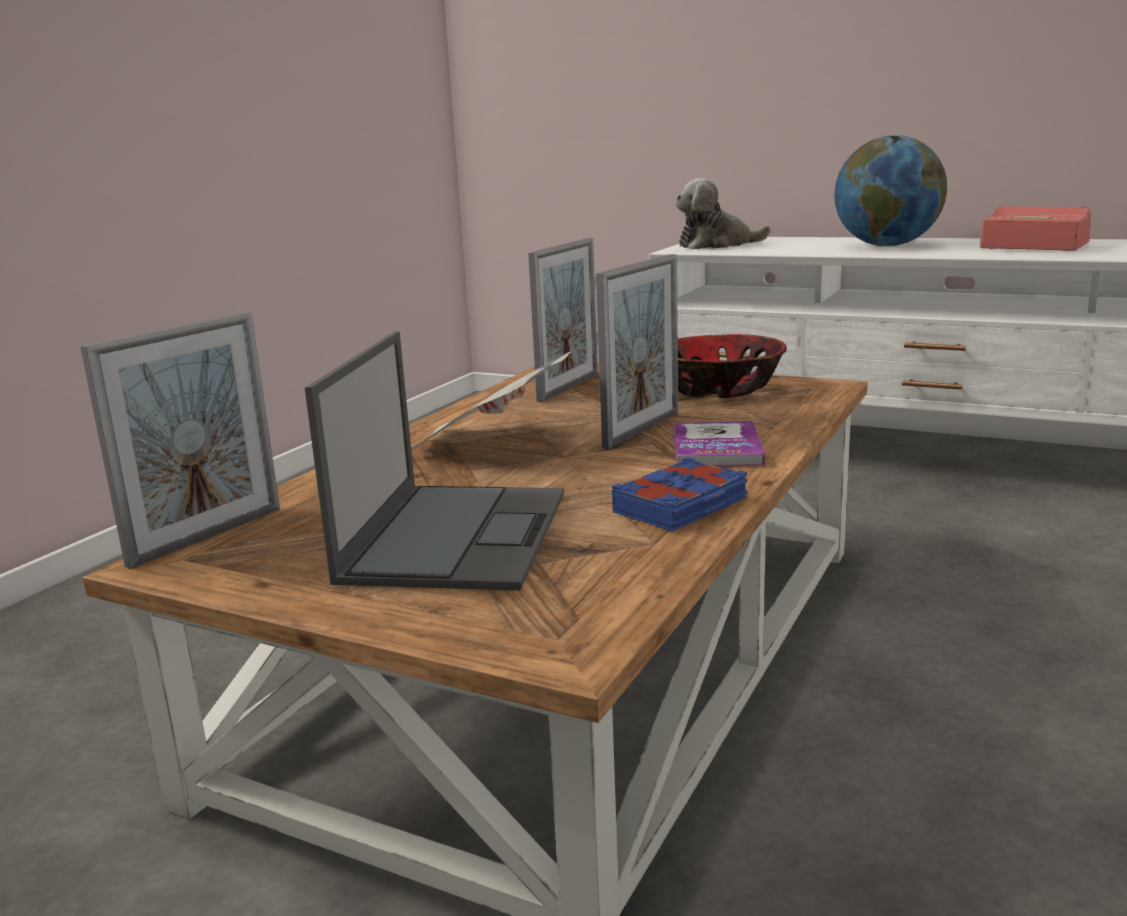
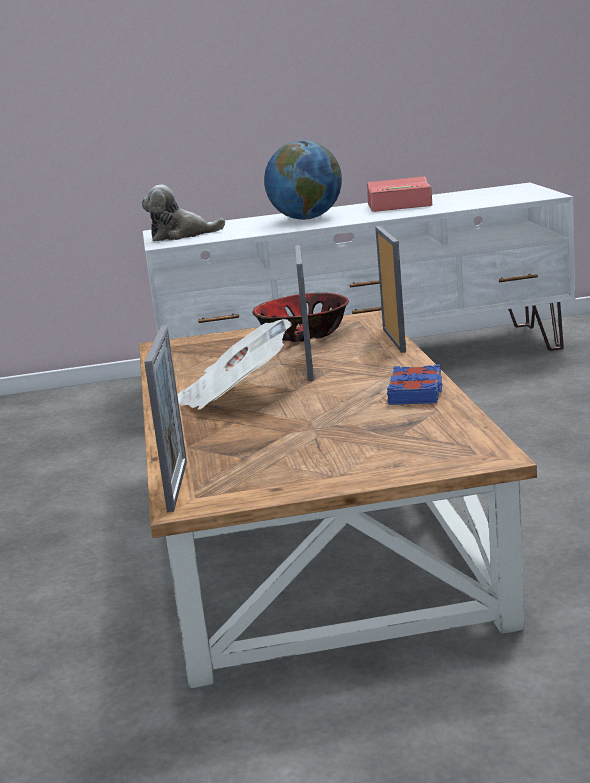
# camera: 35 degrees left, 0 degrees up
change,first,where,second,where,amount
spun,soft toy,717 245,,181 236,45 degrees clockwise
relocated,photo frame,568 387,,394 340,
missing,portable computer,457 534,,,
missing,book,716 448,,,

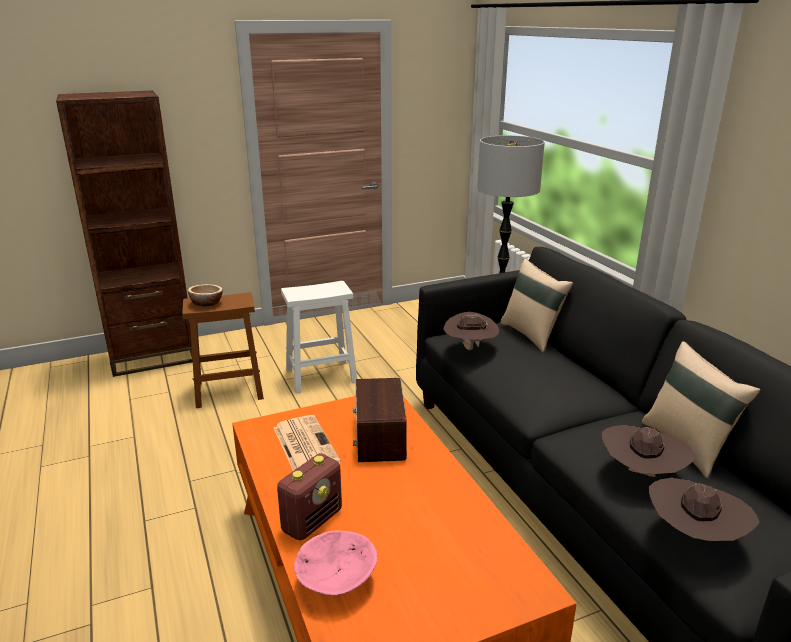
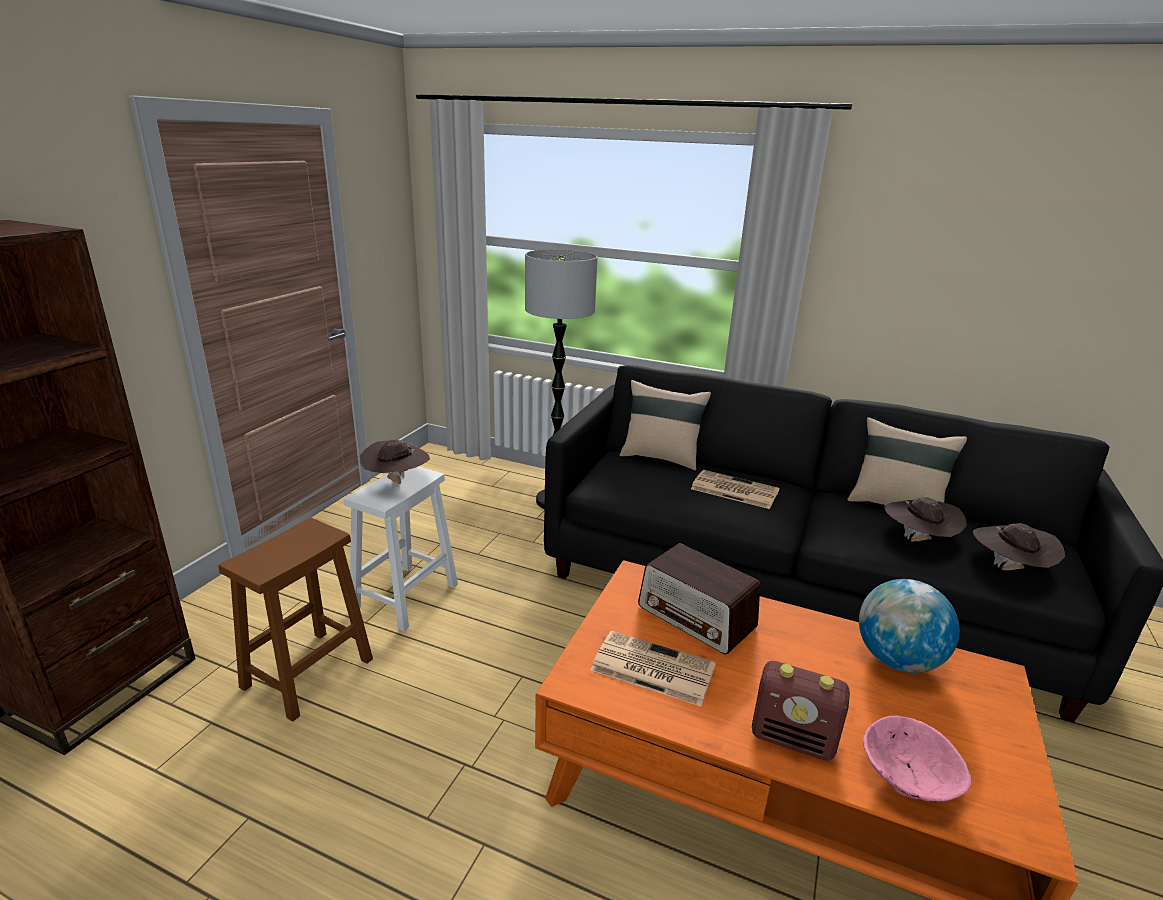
# camera: 45 degrees left, 0 degrees up
change,first,where,second,where,amount
missing,deep dish,206 303,,,
relocated,brownish clothing hat,470 348,,397 482,
spun,radio,312 520,,793 739,120 degrees clockwise
appeared,,,printed paper,733 490,
appeared,,,desk globe,897 660,

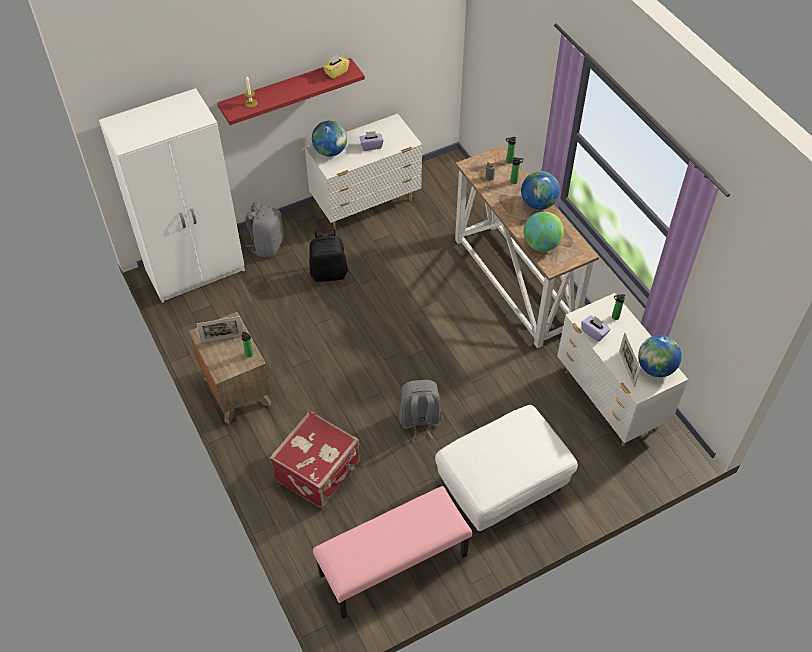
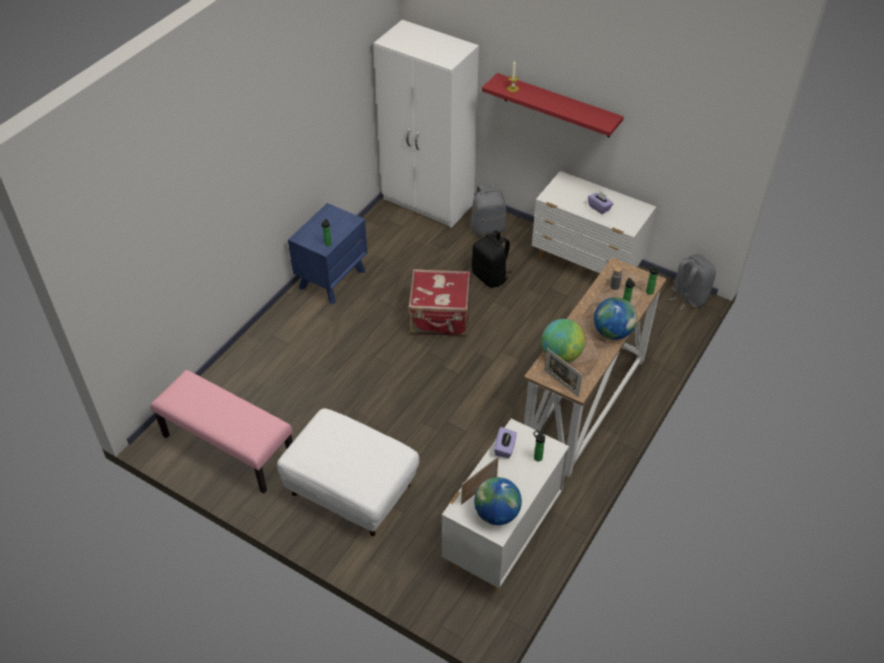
# camera: 60 degrees right, 5 degrees down
change,first,where,second,where,amount
missing,yellowish tissue holder,336 72,,,
missing,desk globe,330 151,,,
colour,brownish night table,236 390,blue-coloured night table,332 278,
relocated,photo frame,222 338,,561 383,
relocated,greyish knapsack,419 421,,688 297,
relocated,reddish travel case,319 472,,440 318,

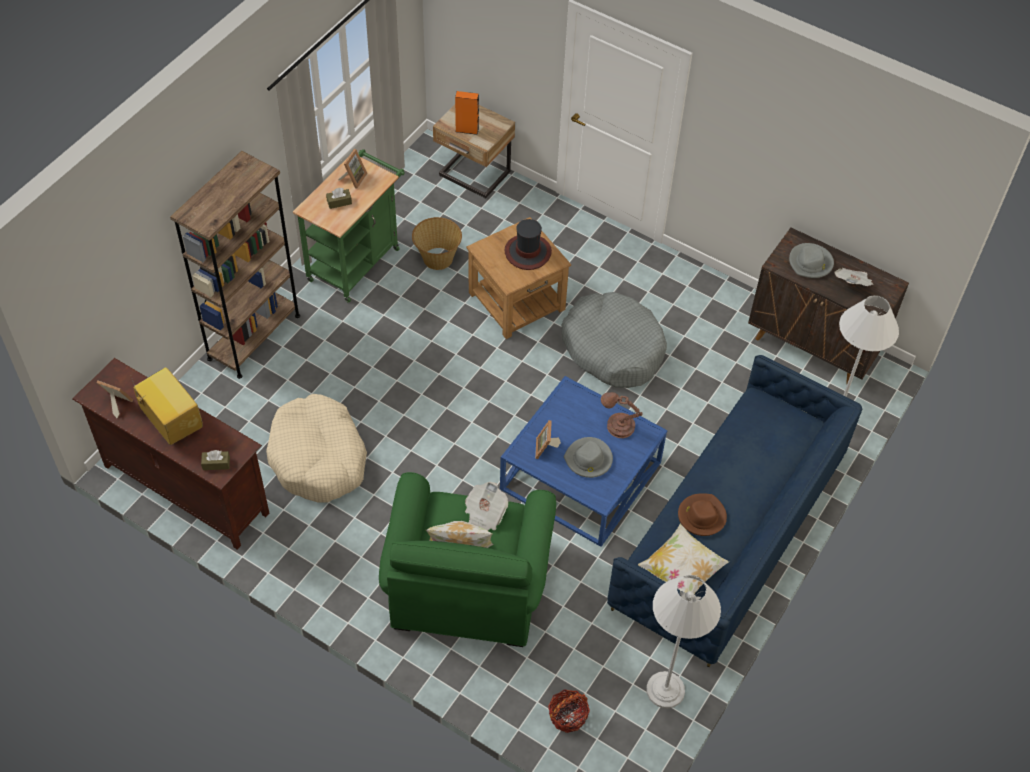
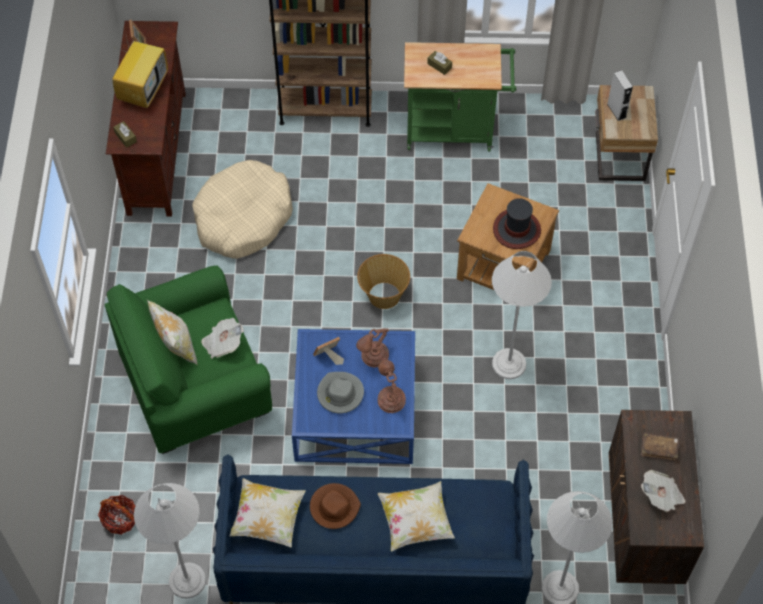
# camera: 60 degrees right, 5 degrees up
change,first,where,second,where,amount
colour,orangey speaker,467 130,greyish speaker,616 111,
missing,photo frame,353 178,,,
relocated,household basket,437 259,,383 295,
exchanged,greyish clothing hat,810 263,brownish book,659 448,
exchanged,greyish dog cushion,613 348,white standing lamp,509 364,
appeared,,,brownish lamp for a table,373 357,
appeared,,,throw pillow,415 522,

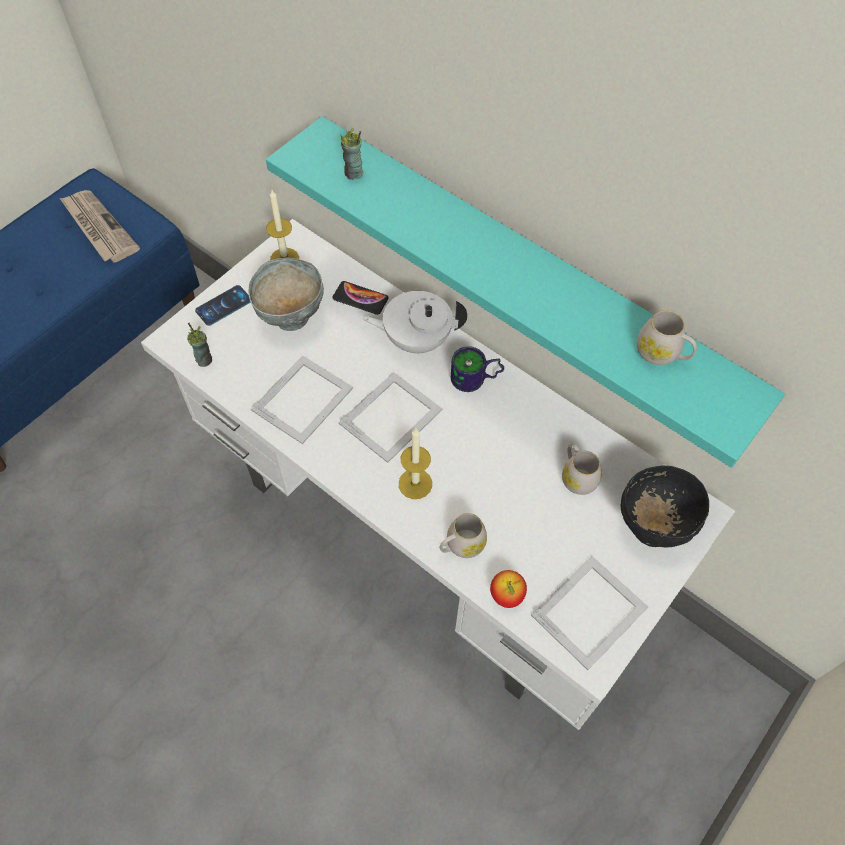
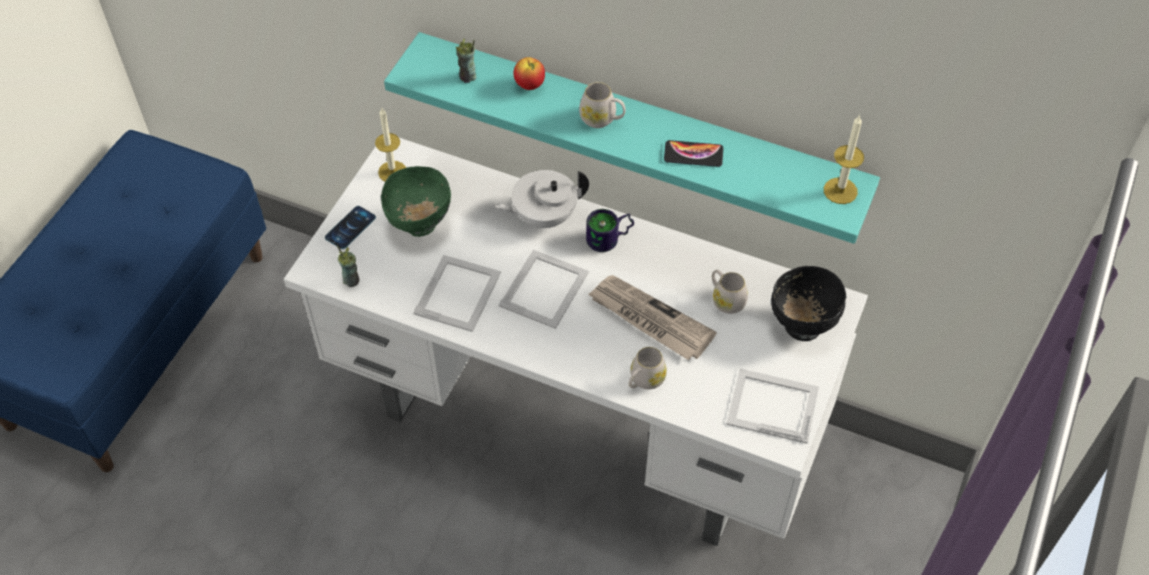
# camera: 15 degrees left, 5 degrees down
change,first,where,second,where,amount
relocated,printed paper,98 228,,649 319,
colour,greyish deep dish,291 318,green-coloured deep dish,420 224,
relocated,telephone,360 298,,693 154,
relocated,white mug,662 354,,602 119,
relocated,wax candle,415 483,,840 191,
spun,photo frame,591 611,,771 405,105 degrees counterclockwise
relocated,apple fruit,506 595,,529 85,

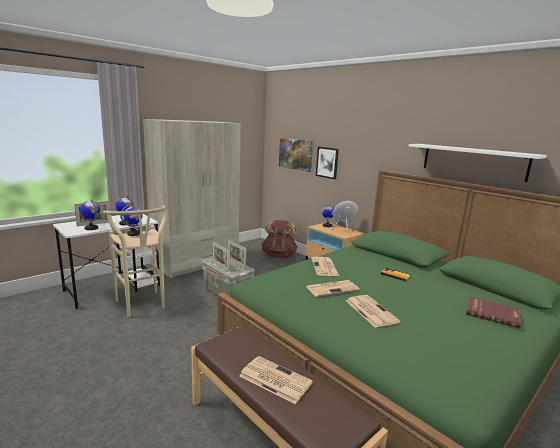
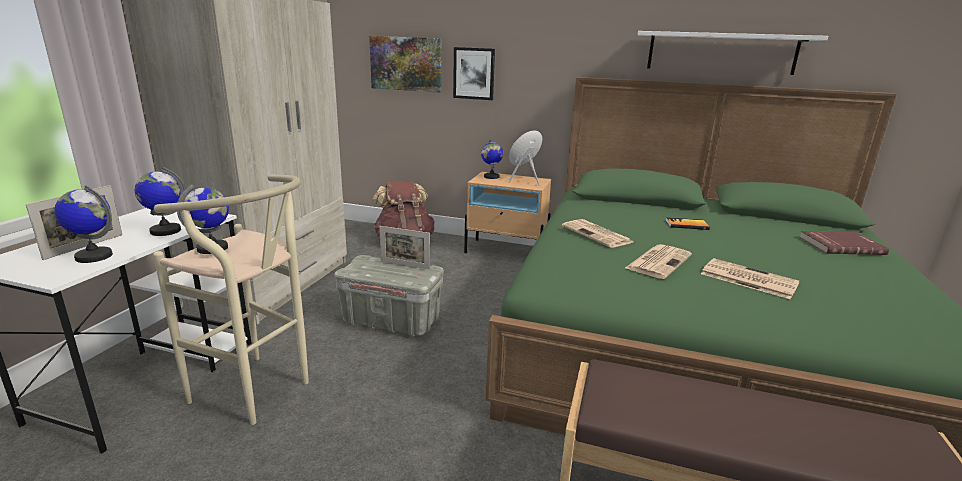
# camera: 30 degrees left, 5 degrees up
change,first,where,second,where,amount
missing,photo frame,220 266,,,
missing,printed paper,274 379,,,

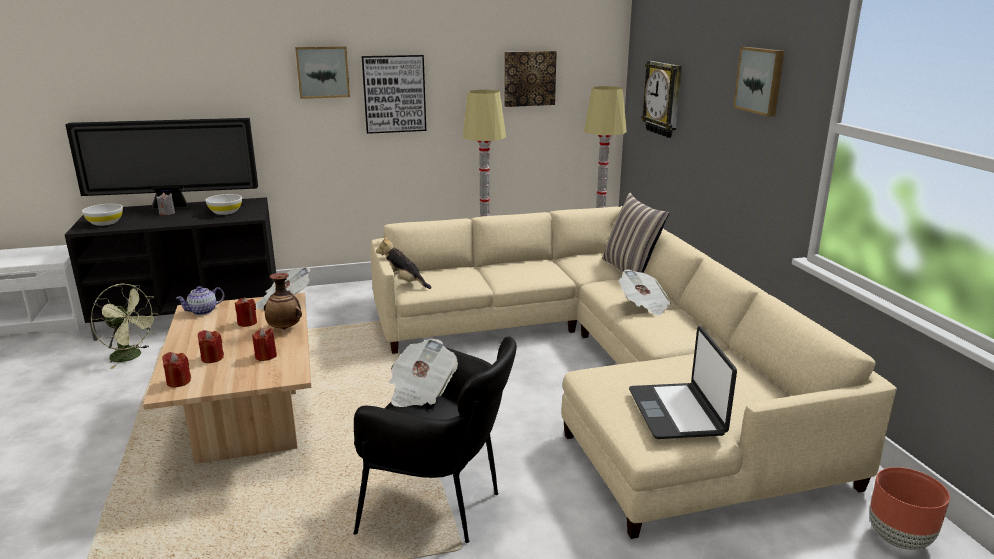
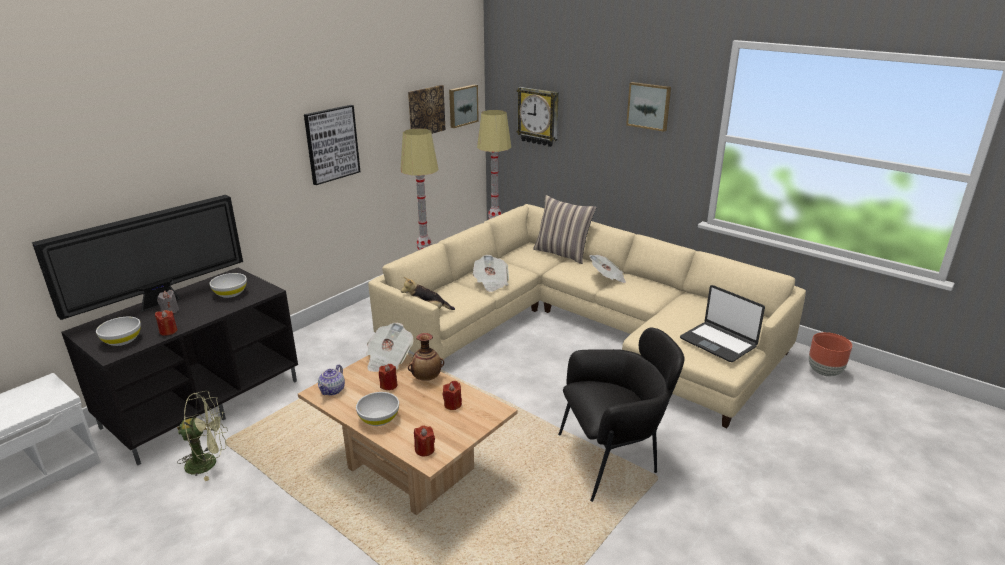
# camera: 35 degrees left, 5 degrees up
change,first,where,second,where,amount
relocated,picture,322 72,,462 105,
relocated,reddish wax candle,212 358,,168 331,
relocated,printed paper,421 391,,491 283,
appeared,,,white deep dish,379 419,

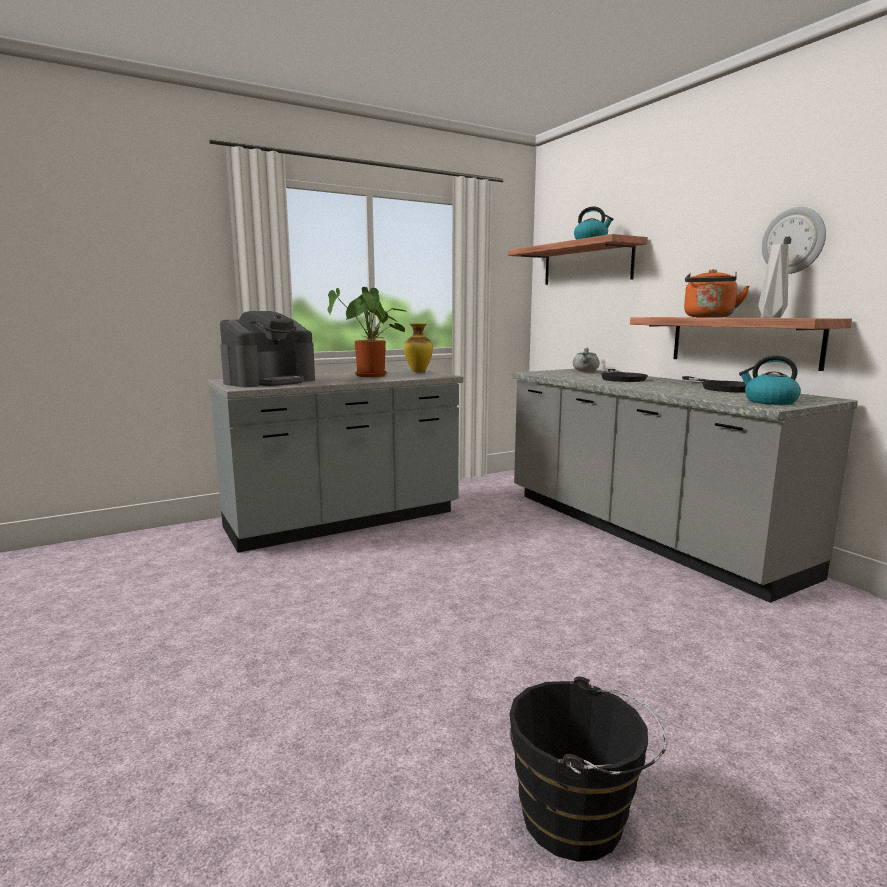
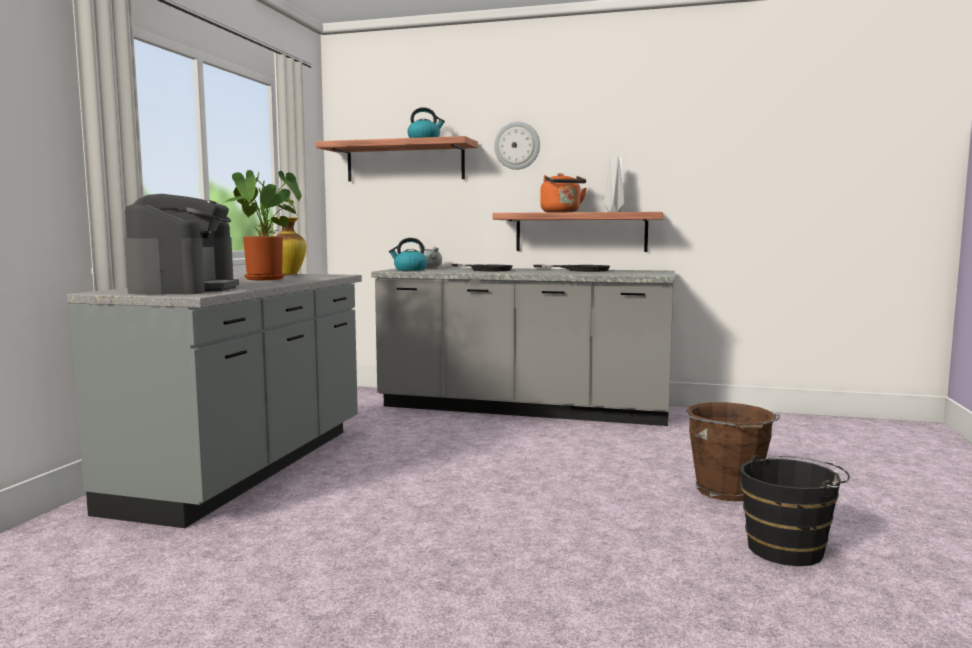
# camera: 45 degrees left, 5 degrees down
change,first,where,second,where,amount
relocated,clock on the wall,793 241,,517 145,
relocated,kettle,769 402,,410 270,
appeared,,,brownish water bucket,727 491,

